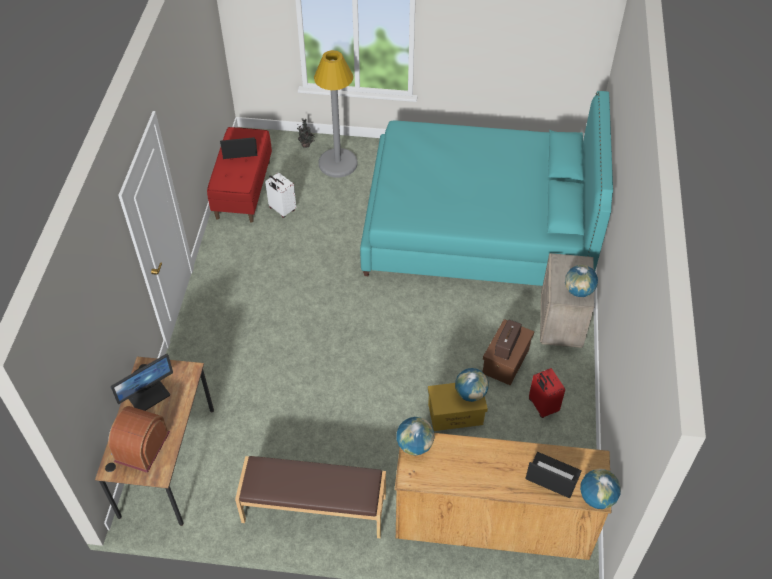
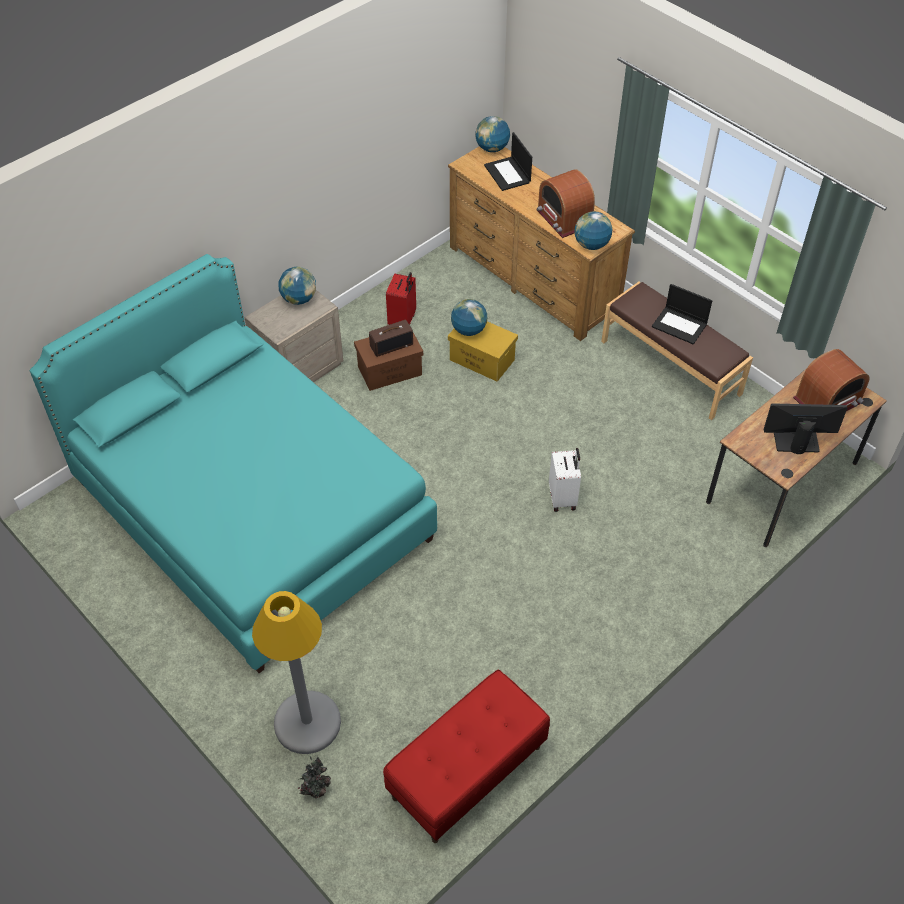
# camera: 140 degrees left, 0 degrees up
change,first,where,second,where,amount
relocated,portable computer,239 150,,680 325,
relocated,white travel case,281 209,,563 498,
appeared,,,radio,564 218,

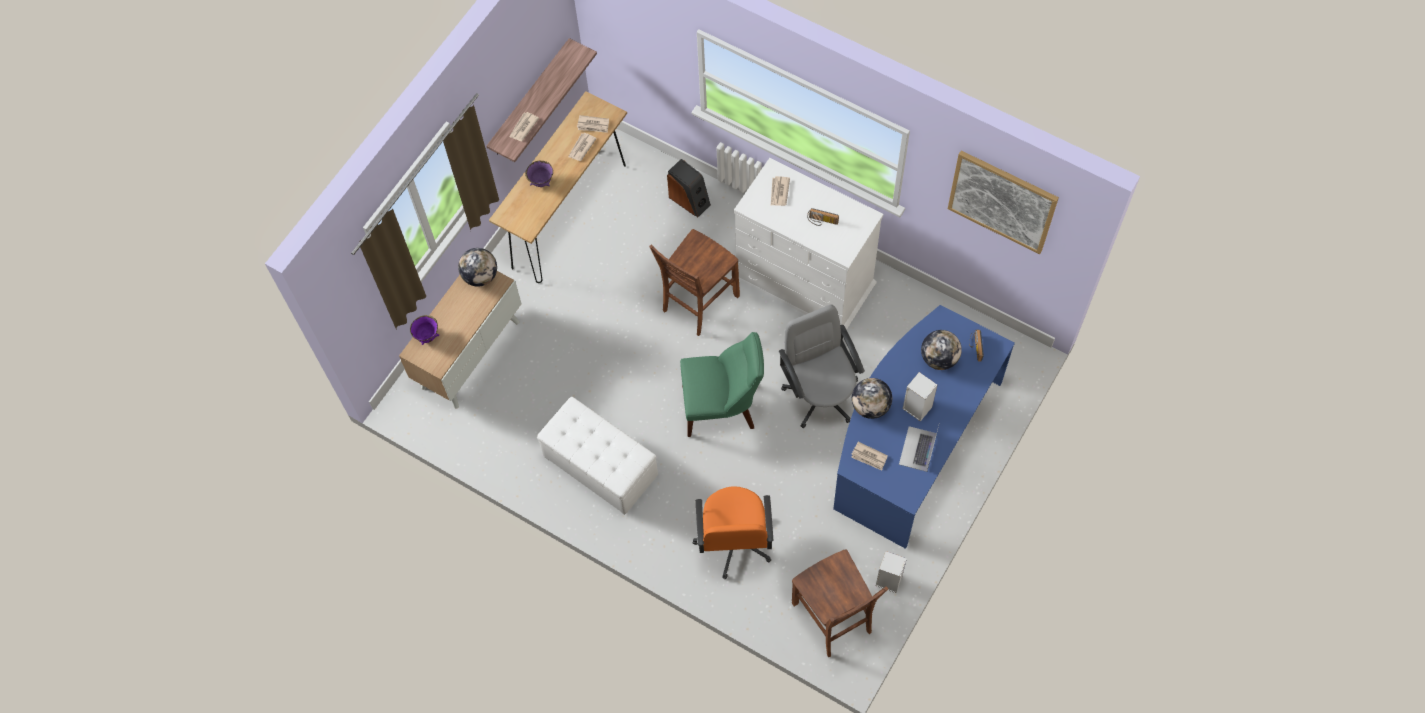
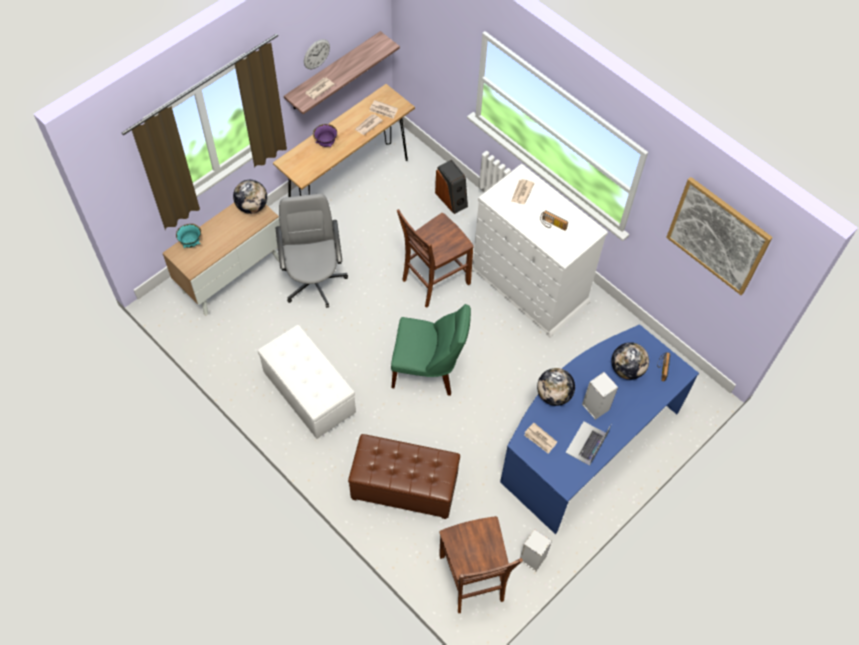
# camera: 10 degrees right, 5 degrees down
change,first,where,second,where,amount
relocated,greyish office chair,821 394,,314 280,
colour,purplish deep dish,427 336,blue-green deep dish,191 243,
exchanged,orangey office chair,734 542,brownish pouffe,404 487,
appeared,,,clock on the wall,316 54,

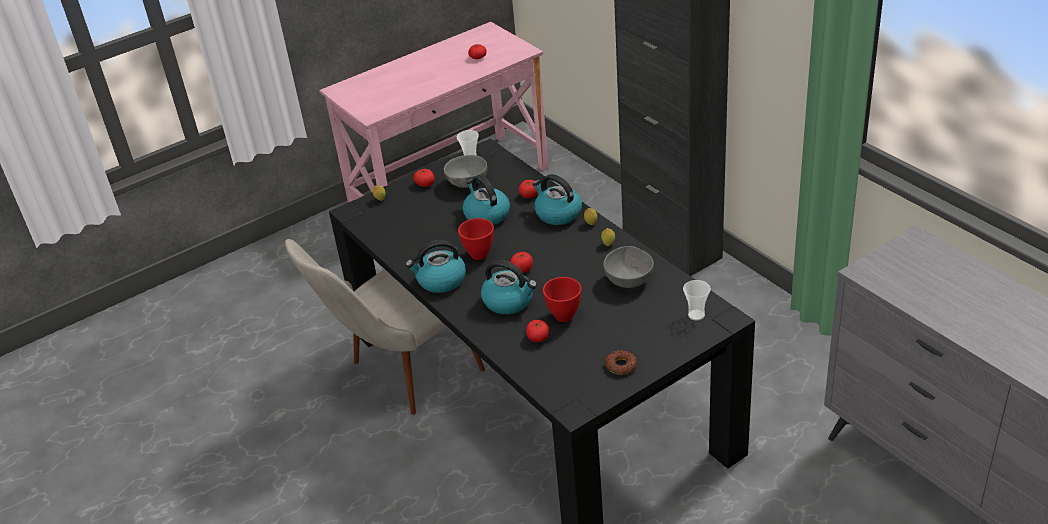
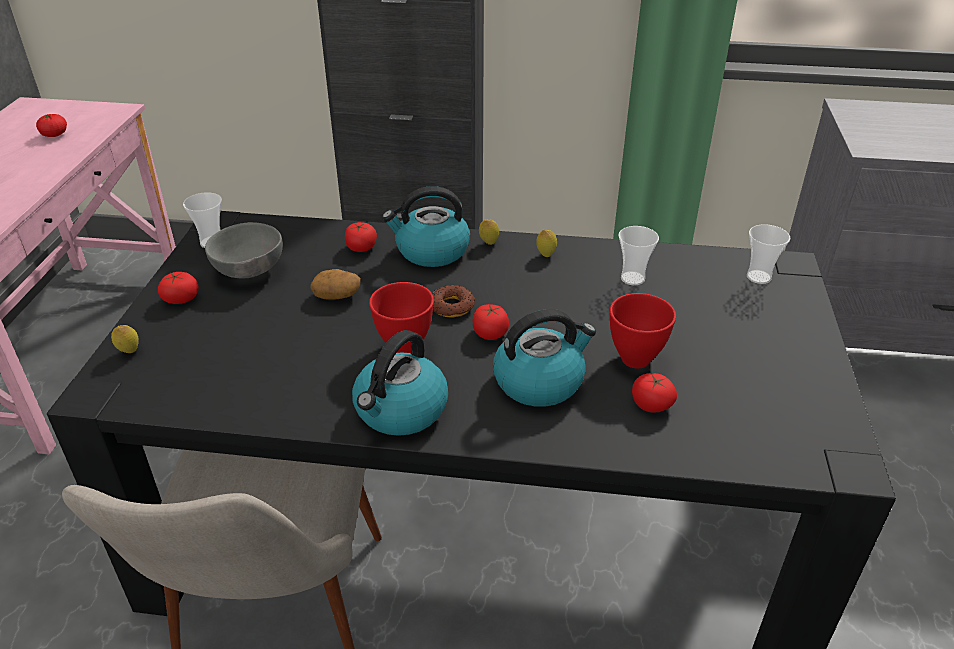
# camera: 50 degrees left, 0 degrees up
change,first,where,second,where,amount
exchanged,kettle,486 215,whole potato,337 295,
exchanged,greyish deep dish,629 279,small cup,632 278,
relocated,donut,621 365,,451 306,

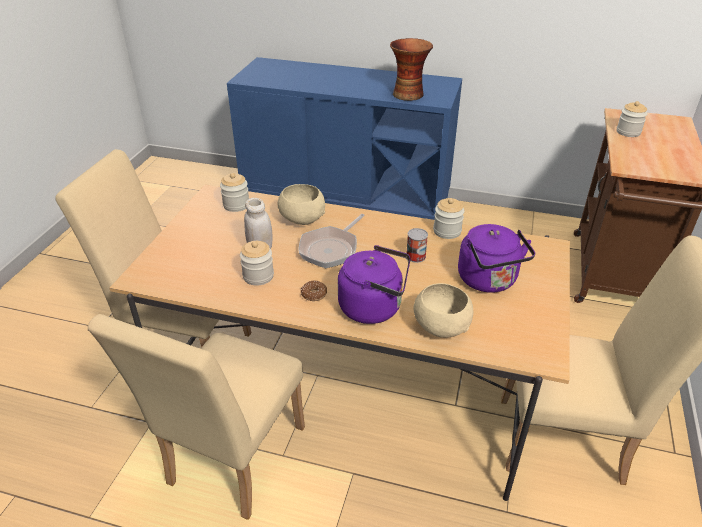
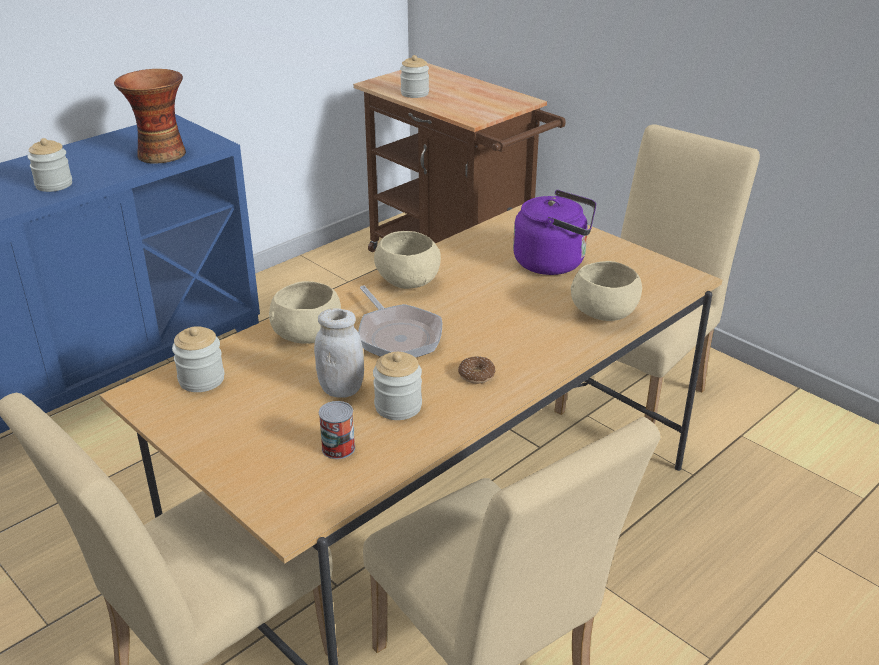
# camera: 60 degrees left, 5 degrees down
change,first,where,second,where,amount
relocated,storage jar,447 231,,54 185,
relocated,metal can,415 256,,338 448,
missing,purplish kettle,374 307,,,
appeared,,,beige-coloured deep dish,407 282,

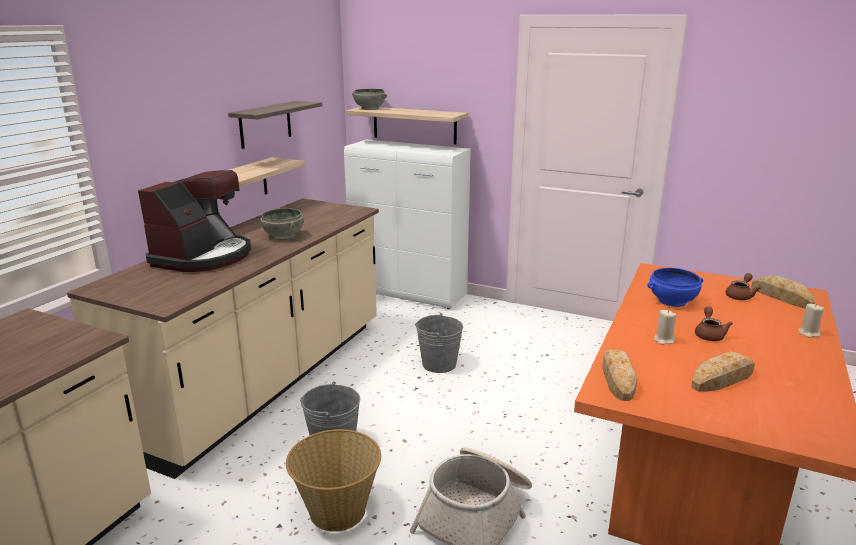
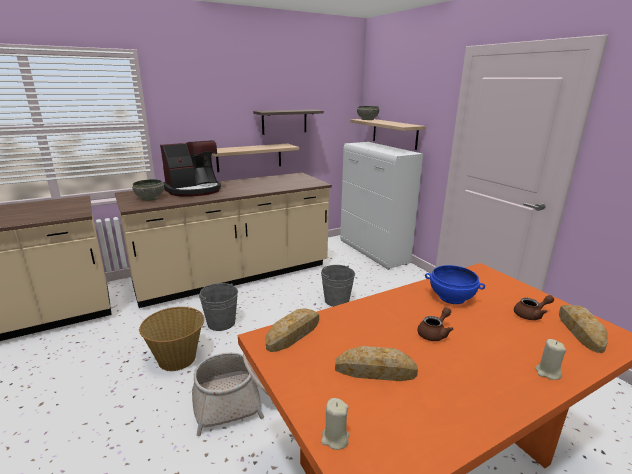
# camera: 35 degrees right, 0 degrees up
change,first,where,second,where,amount
relocated,greyish deep dish,284 236,,150 198,
relocated,beige-coloured wax candle,663 340,,335 438,

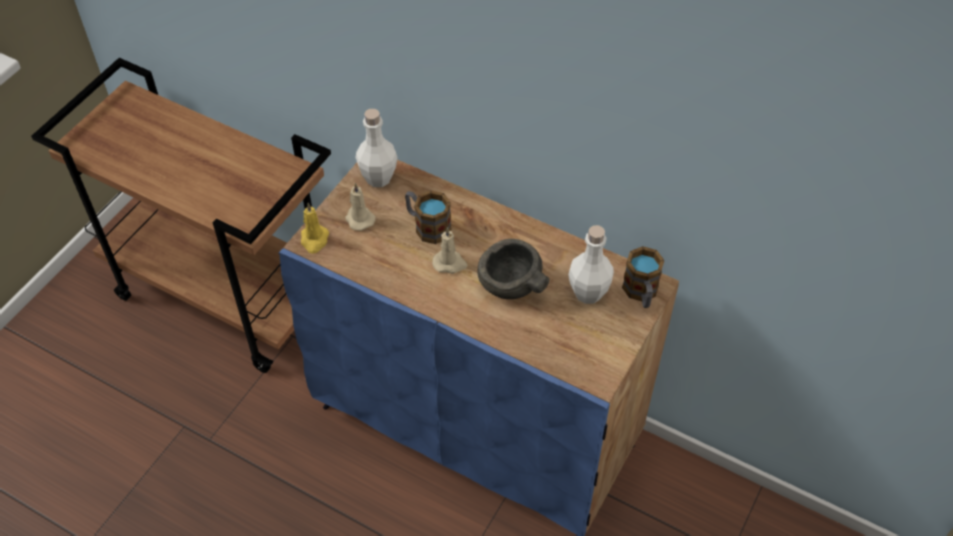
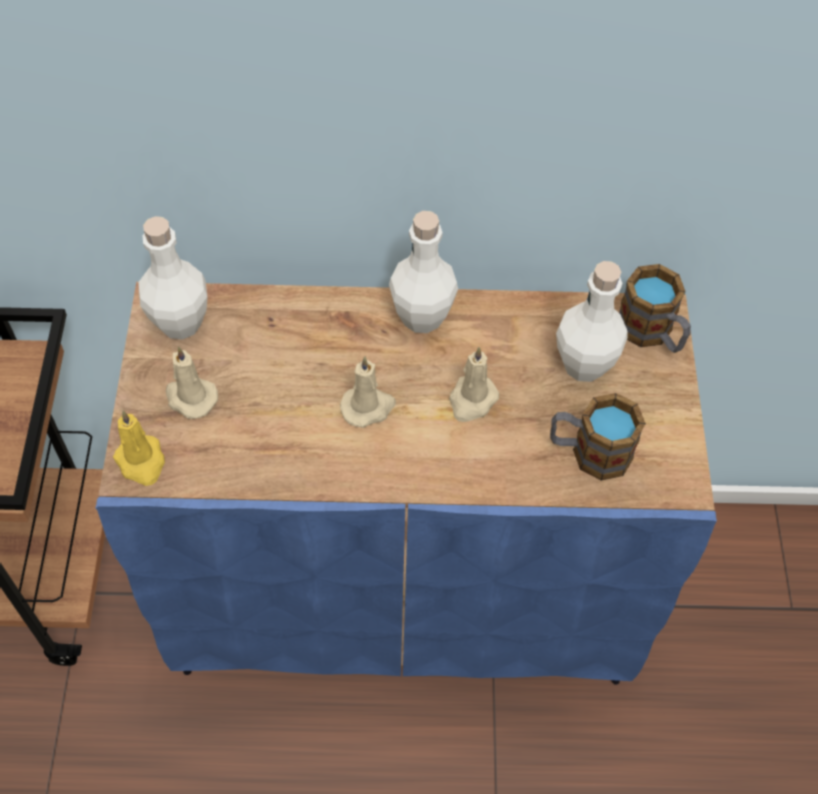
# camera: 30 degrees left, 5 degrees up
change,first,where,second,where,amount
relocated,mug,427 226,,589 452,
exchanged,greyish deep dish,509 284,beige-coloured wax candle,472 400,
appeared,,,white bottle,422 317,

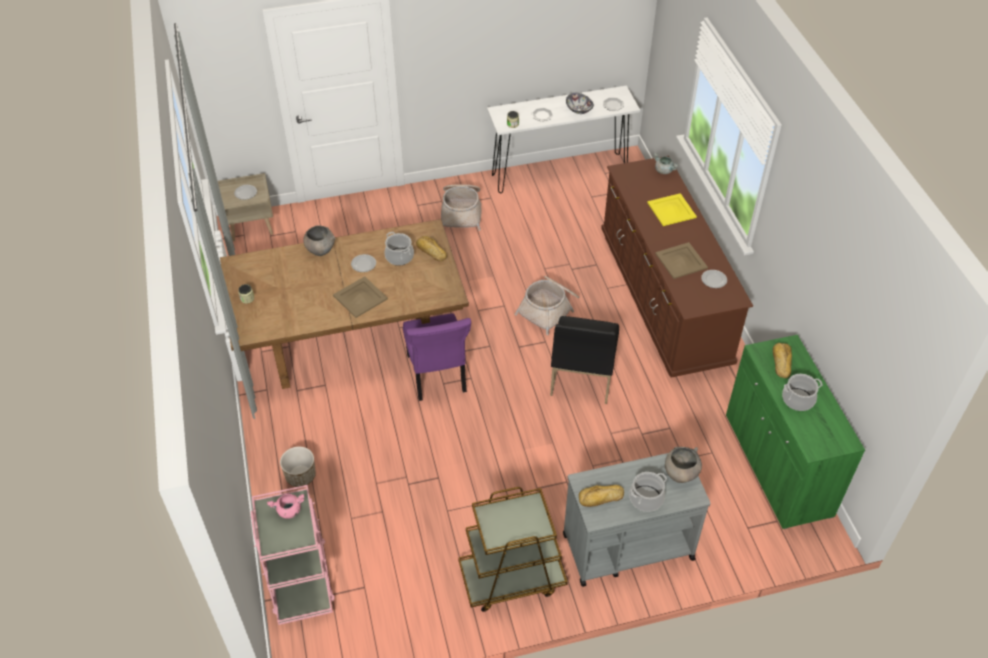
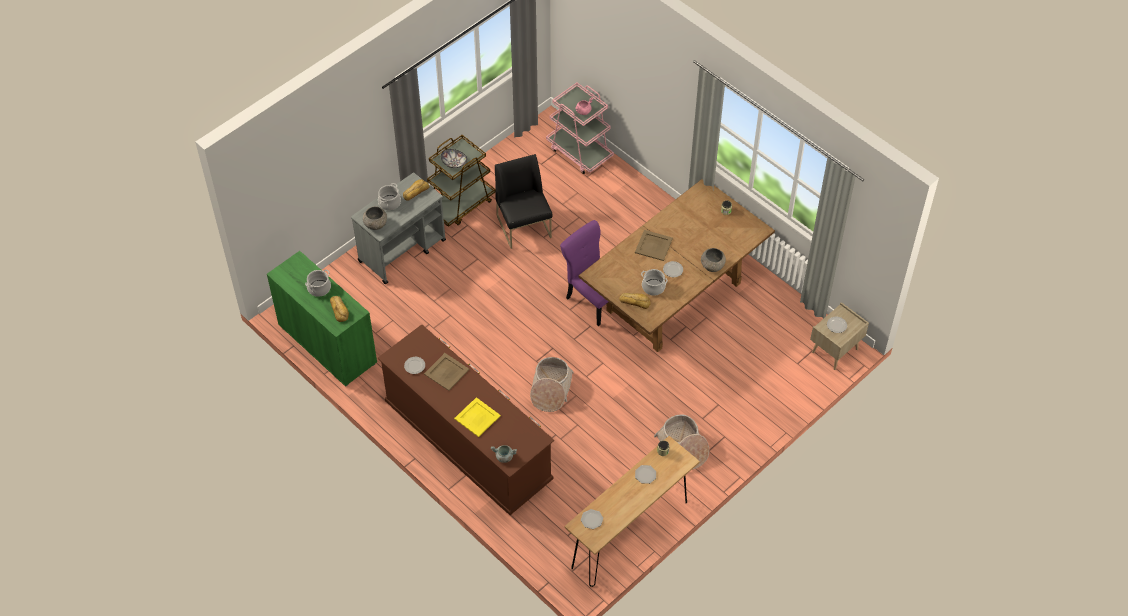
# camera: 150 degrees right, 5 degrees up
change,first,where,second,where,amount
colour,white console table,559 173,brownish console table,630 534,
relocated,deep dish,579 110,,454 163,
relocated,black upright chair,581 375,,524 226,
missing,plant pot,300 476,,,

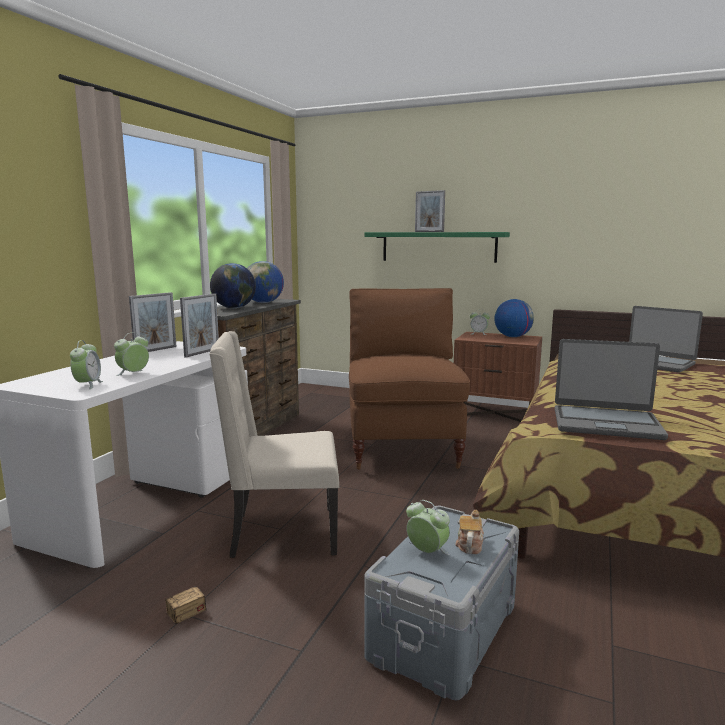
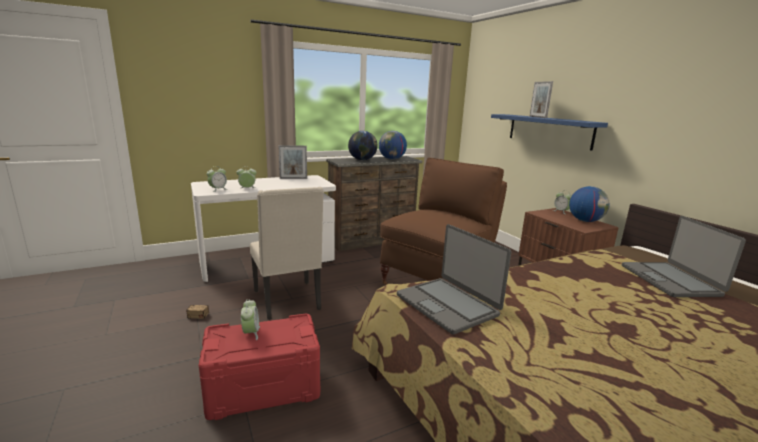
# camera: 40 degrees right, 5 degrees up
change,first,where,second,where,amount
colour,green-coloured shelf,438 247,blue-coloured shelf,549 130,
missing,photo frame,202 353,,,
spun,beige-coloured upright chair,282 533,,288 301,150 degrees counterclockwise
colour,greyish storage box,442 630,reddish storage box,263 387,
missing,teapot,469 544,,,

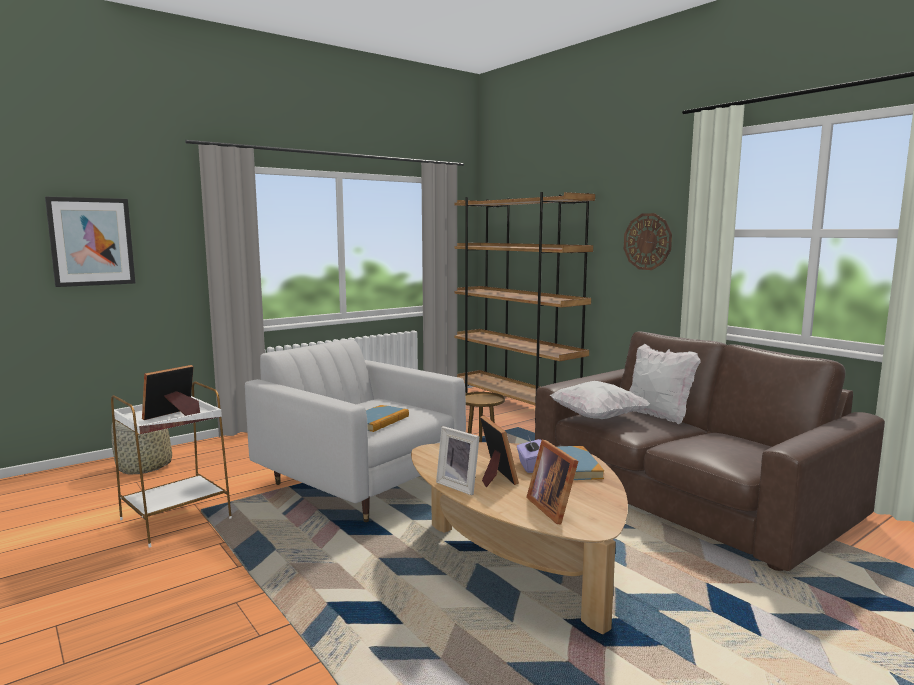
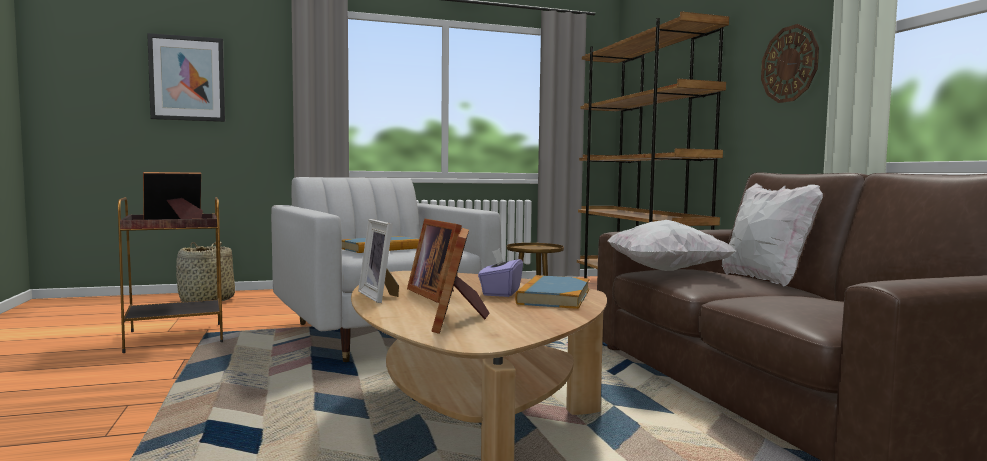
# camera: 20 degrees right, 5 degrees down
change,first,where,second,where,amount
colour,white end table,174 519,brownish end table,174 337,
spun,photo frame,494 476,,437 294,150 degrees clockwise

